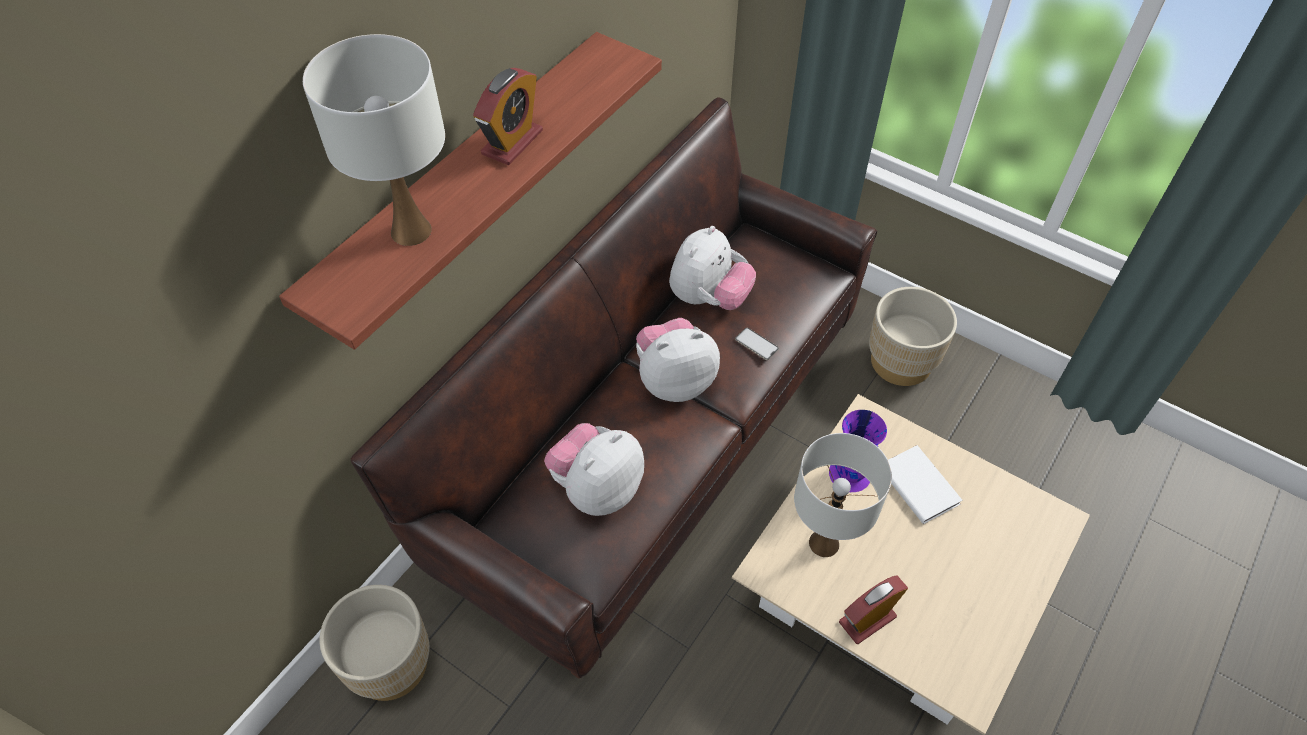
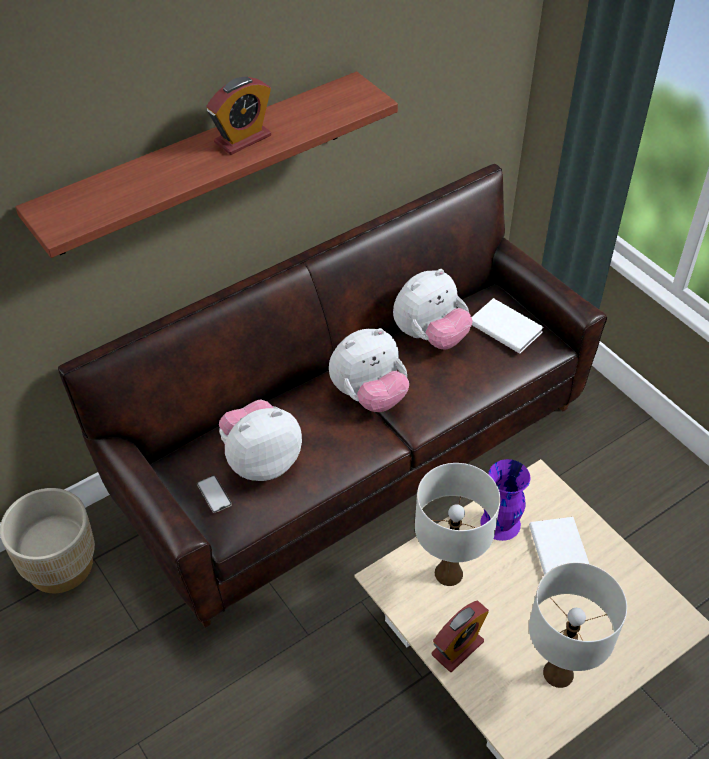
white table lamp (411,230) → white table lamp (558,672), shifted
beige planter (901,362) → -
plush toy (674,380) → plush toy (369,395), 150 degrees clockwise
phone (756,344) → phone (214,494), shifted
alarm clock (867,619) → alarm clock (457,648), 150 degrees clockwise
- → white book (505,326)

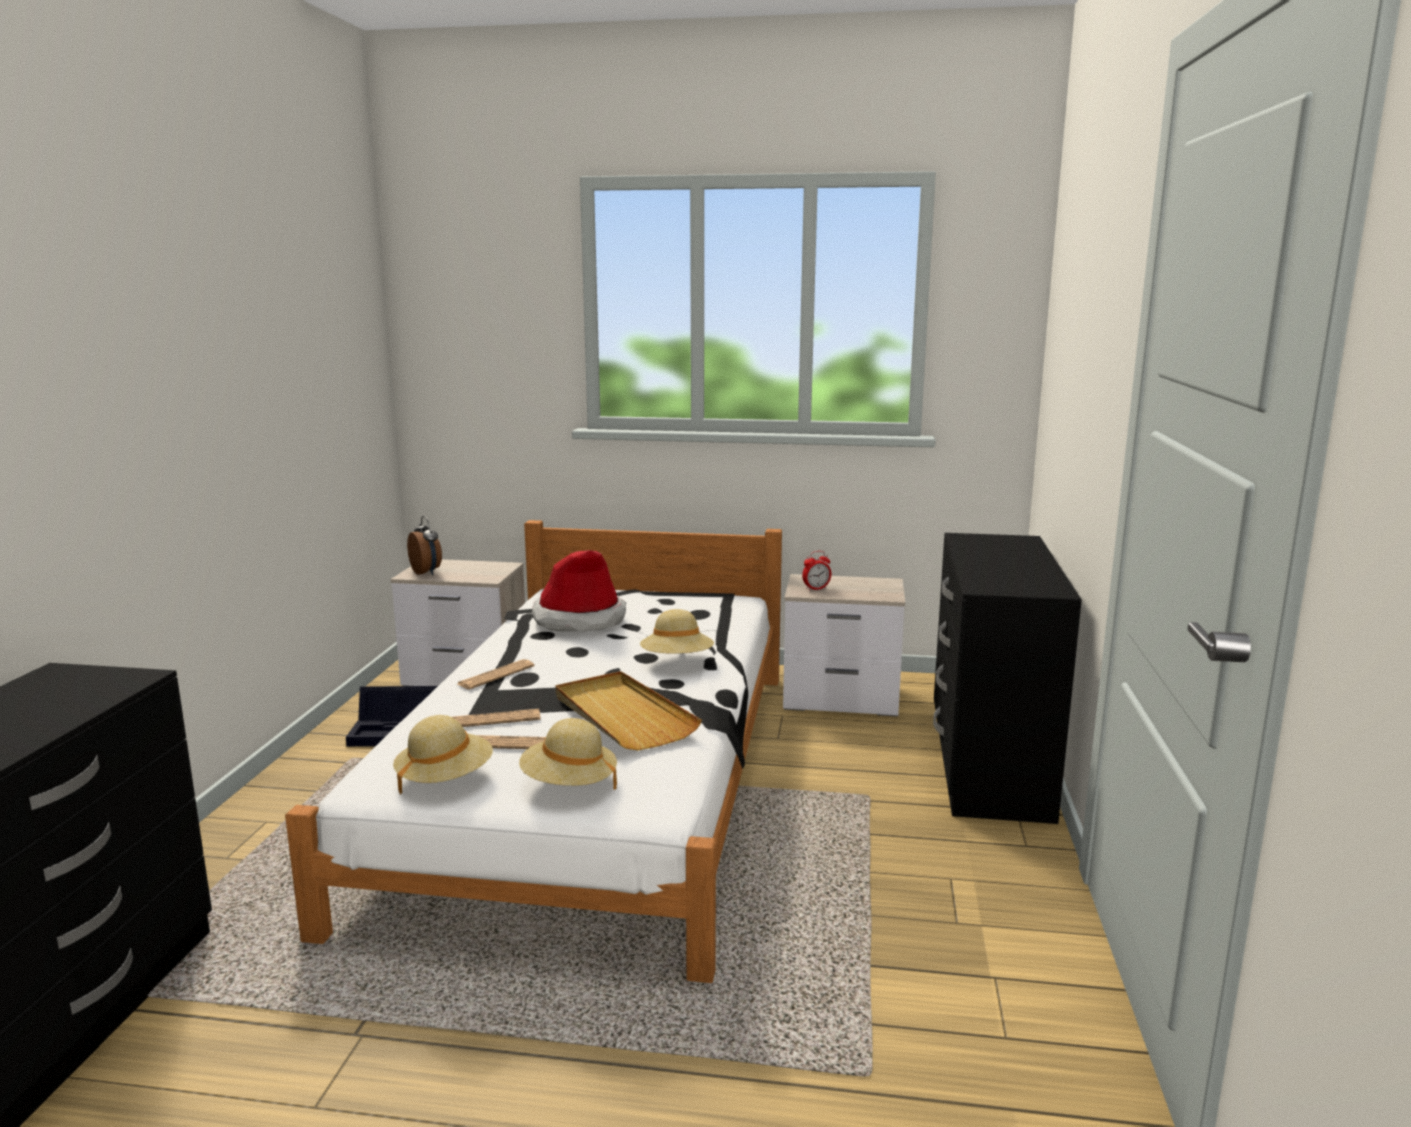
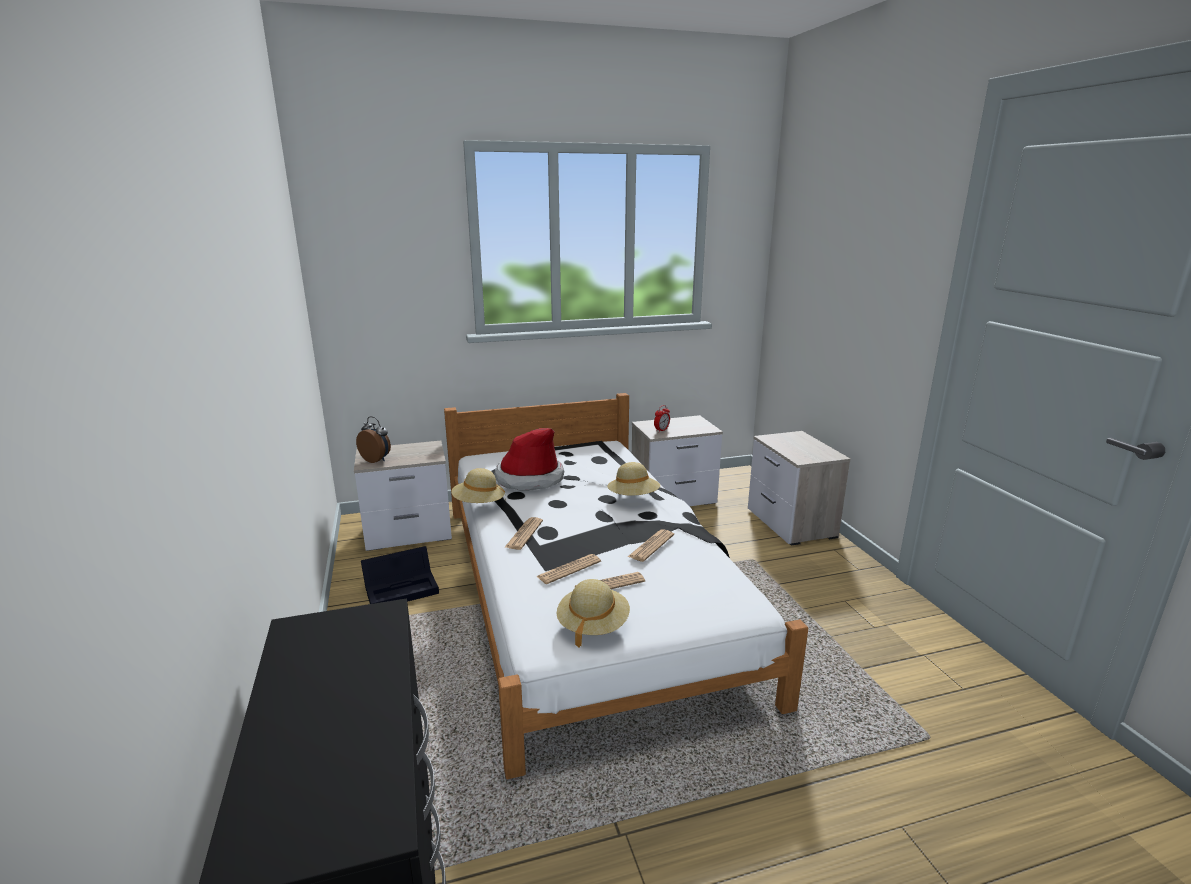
black dresser (986,765) → nightstand (791,524)
beige tray (622,715) → newspaper (651,546)
beige hat (569,784) → beige hat (479,504), shifted

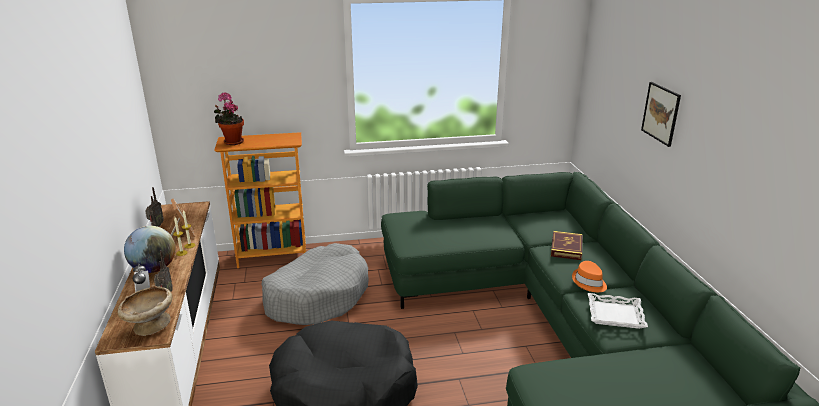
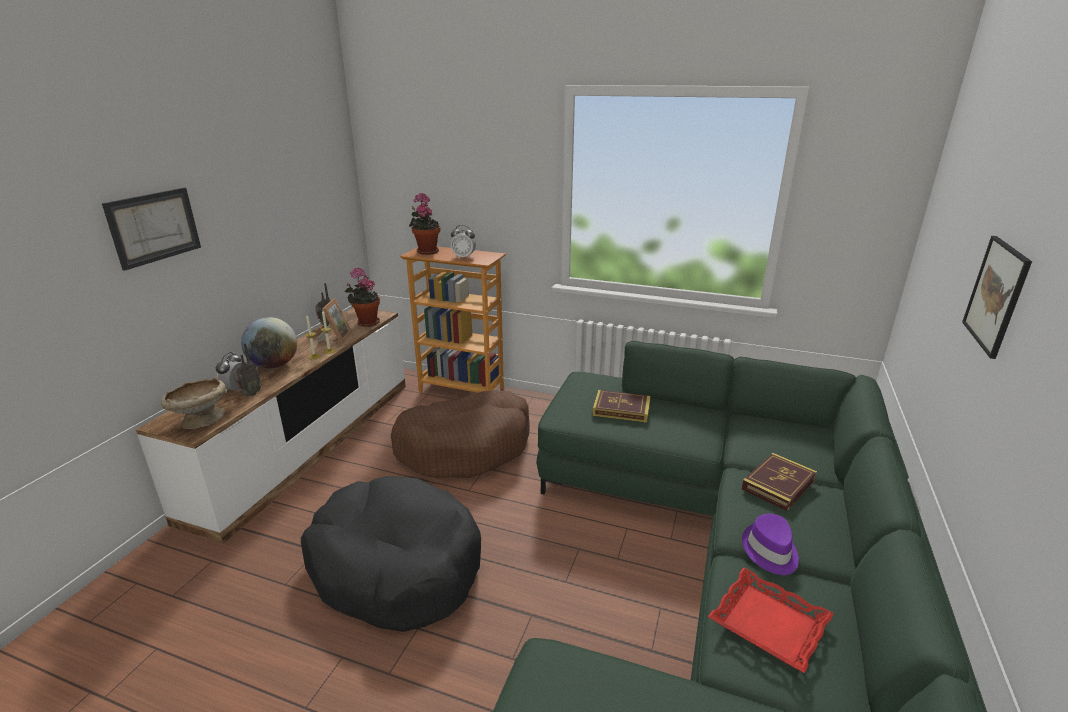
grey dog bed (317,296) → brown dog bed (465,447)
orange hat (589,282) → purple hat (769,551)
white tray (615,314) → red tray (769,623)
- → picture (154,227)
- → alarm clock (464,257)
- → potted plant (366,323)
- → book (621,409)

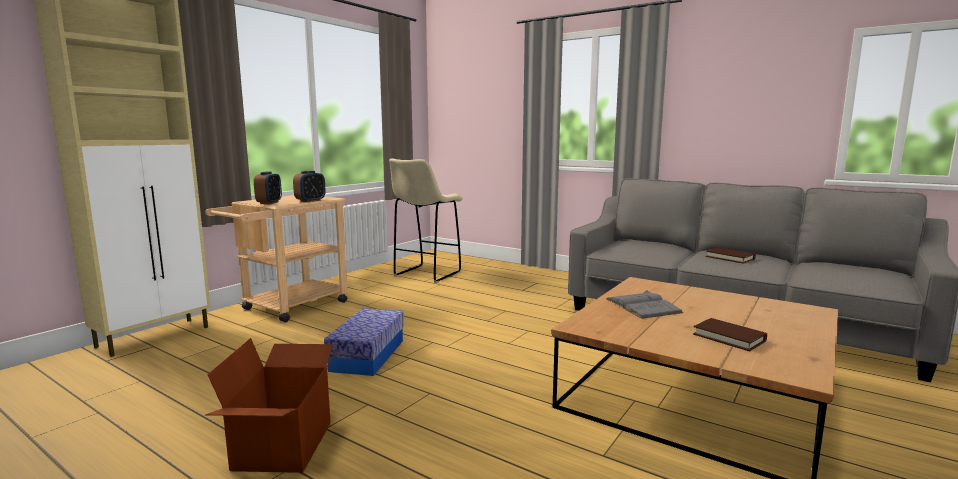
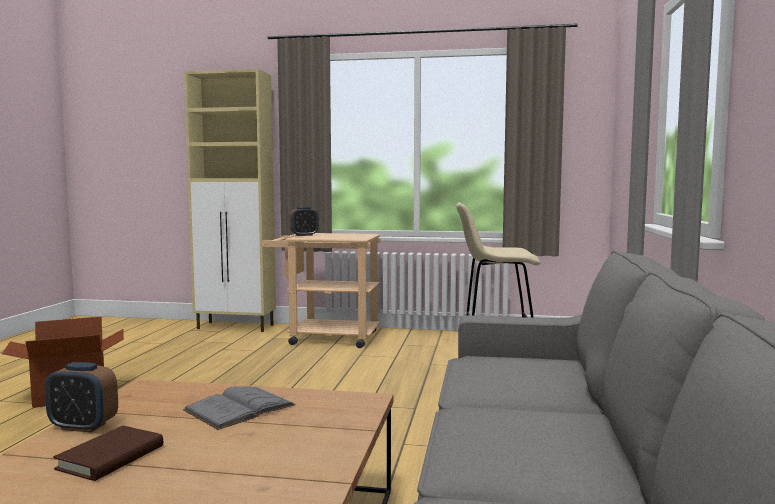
alarm clock (310,201) → alarm clock (83,426), shifted
brown book (730,258) → -
storage box (367,355) → -

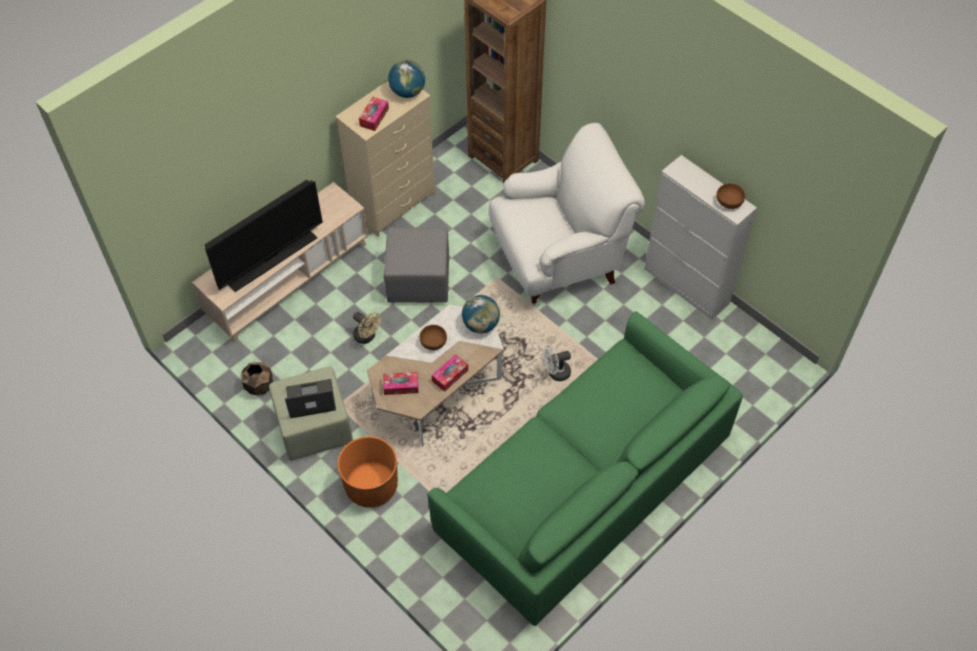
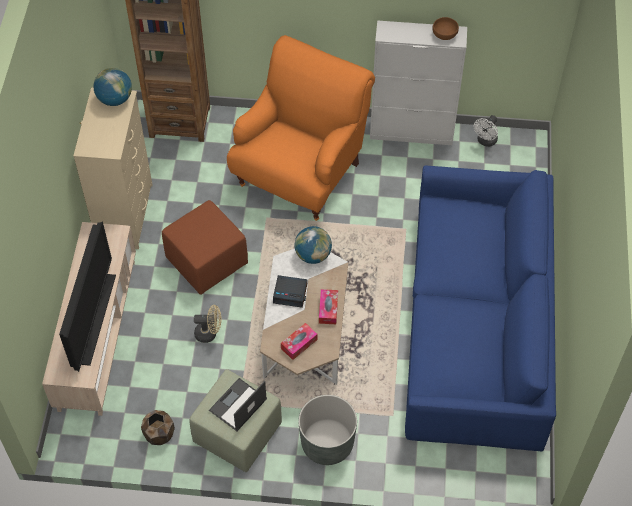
tissue box (374,117) → -
white armchair (558,260) → orange armchair (300,173)
grey ottoman (419,280) → brown ottoman (207,261)
green sofa (583,482) → blue sofa (476,324)
brown bowl (434,342) → alarm clock (290,293)
white fan (555,373) → white fan (485,141), shifted
orange planter (371,486) → grey planter (327,443)

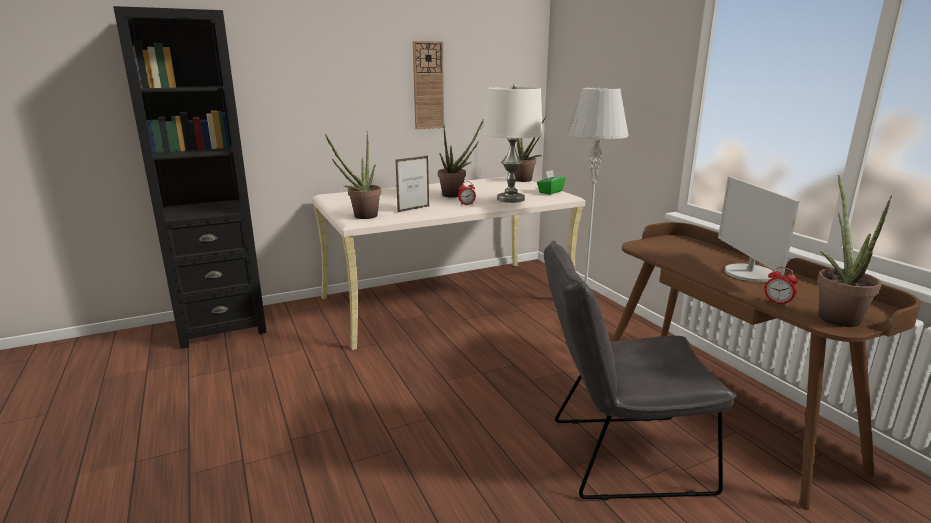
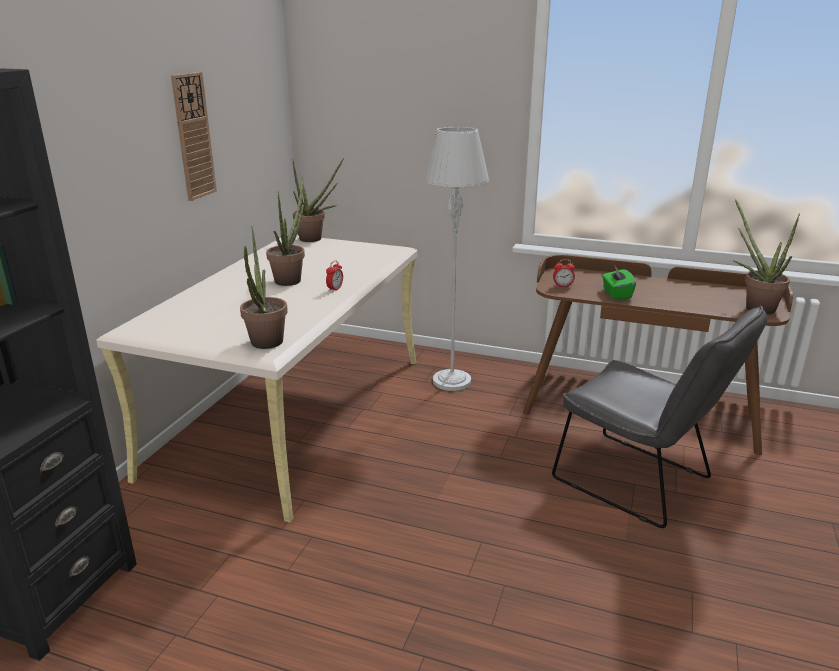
white table lamp (510,199) → -
picture frame (413,209) → -
green tissue box (550,192) → green tissue box (616,294), shifted
monitor (749,273) → -
grey chair (617,455) → grey chair (641,483), 90 degrees counterclockwise
alarm clock (777,302) → alarm clock (562,286), shifted

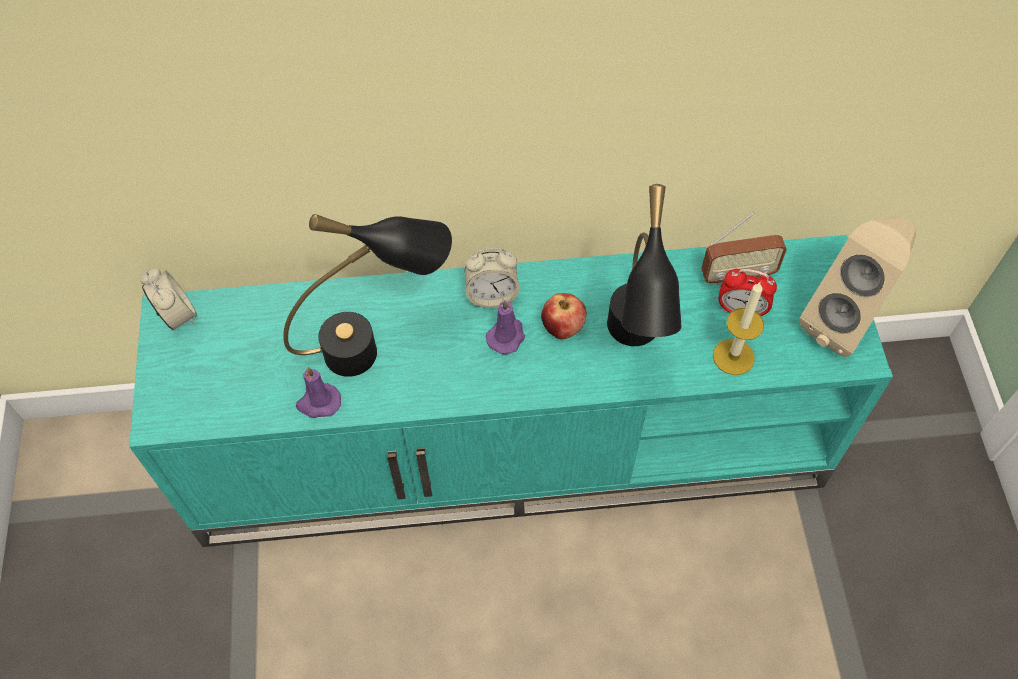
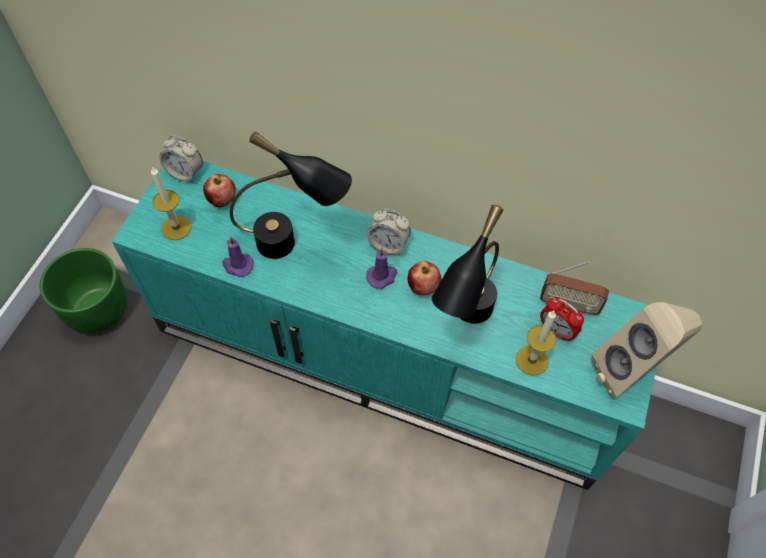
alarm clock (177,315) → alarm clock (185,173), 120 degrees clockwise
- → candle (176,227)
- → apple (222,200)
- → green planter (99,310)

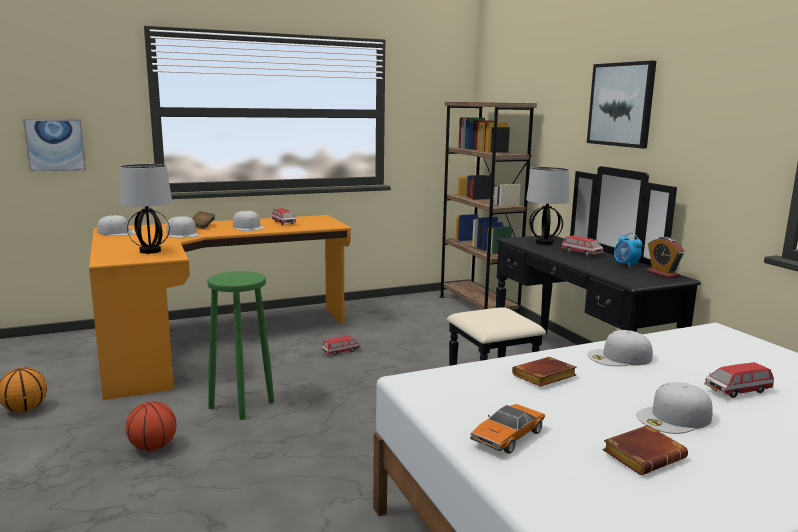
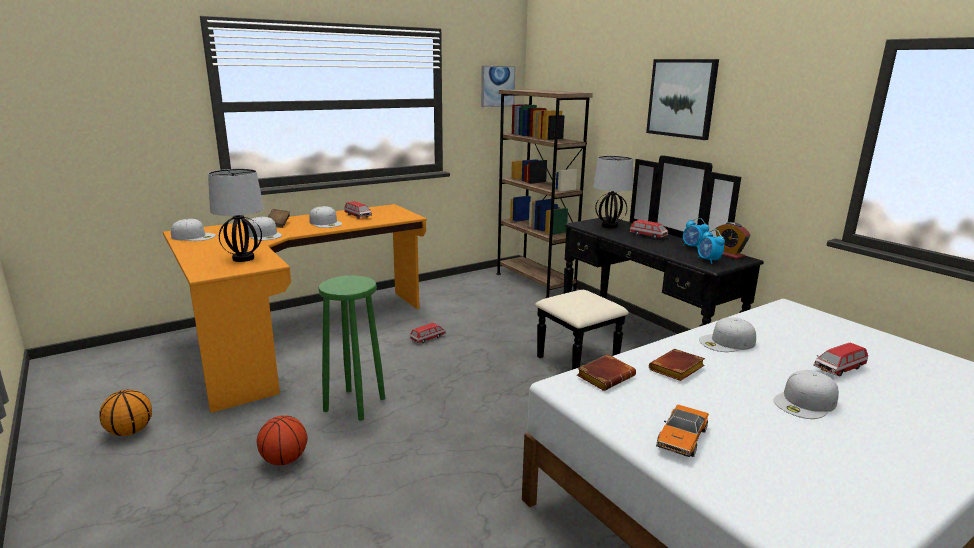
picture (55,145) → picture (497,86), shifted
brown book (643,455) → brown book (605,376), shifted
- → alarm clock (708,260)

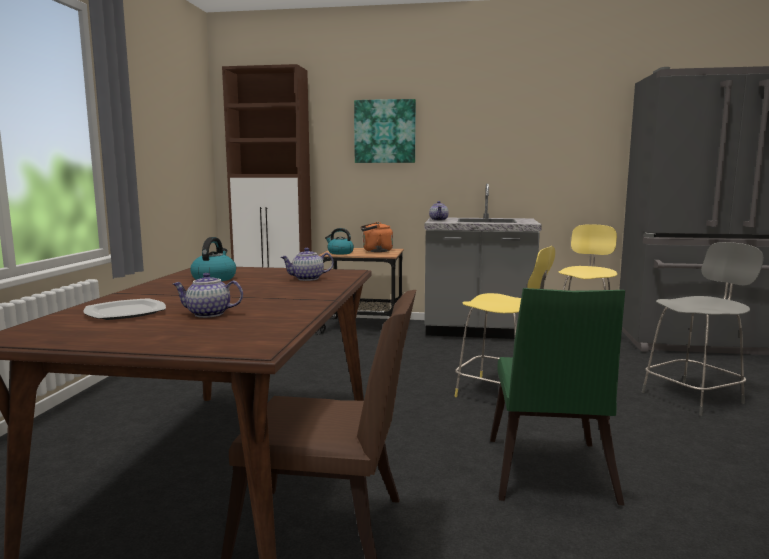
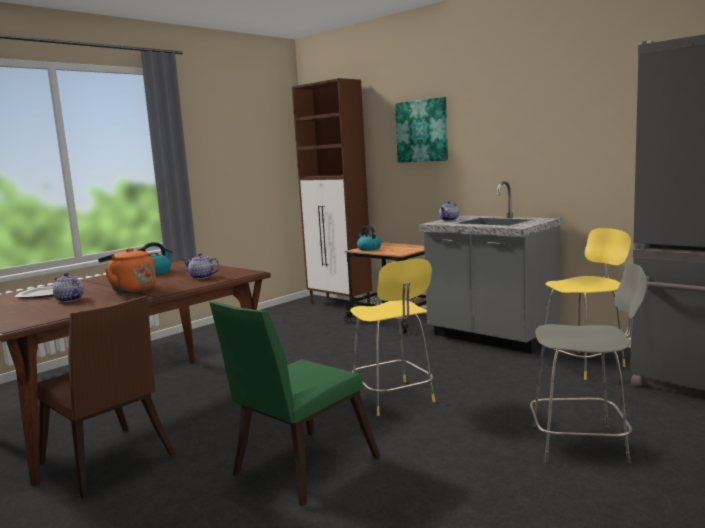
orange kettle (375,251) → orange kettle (131,290), shifted

